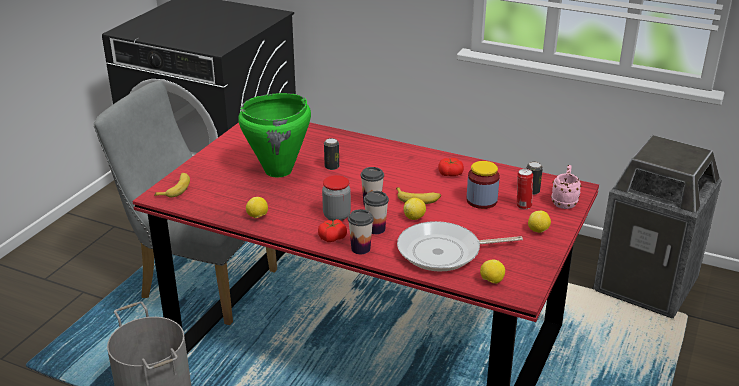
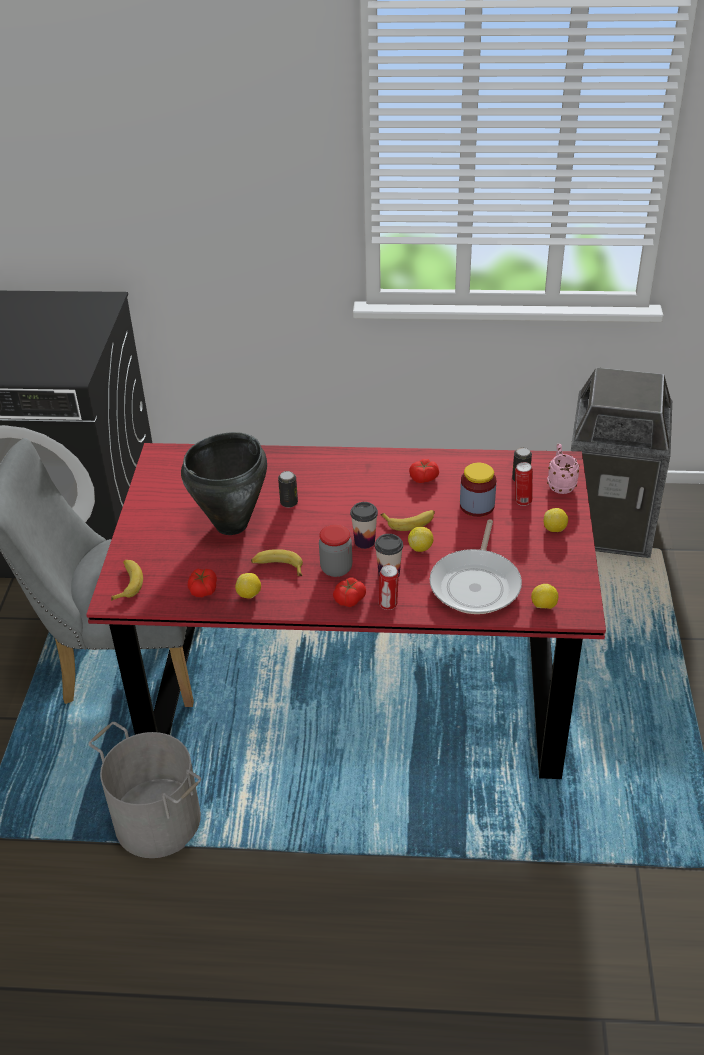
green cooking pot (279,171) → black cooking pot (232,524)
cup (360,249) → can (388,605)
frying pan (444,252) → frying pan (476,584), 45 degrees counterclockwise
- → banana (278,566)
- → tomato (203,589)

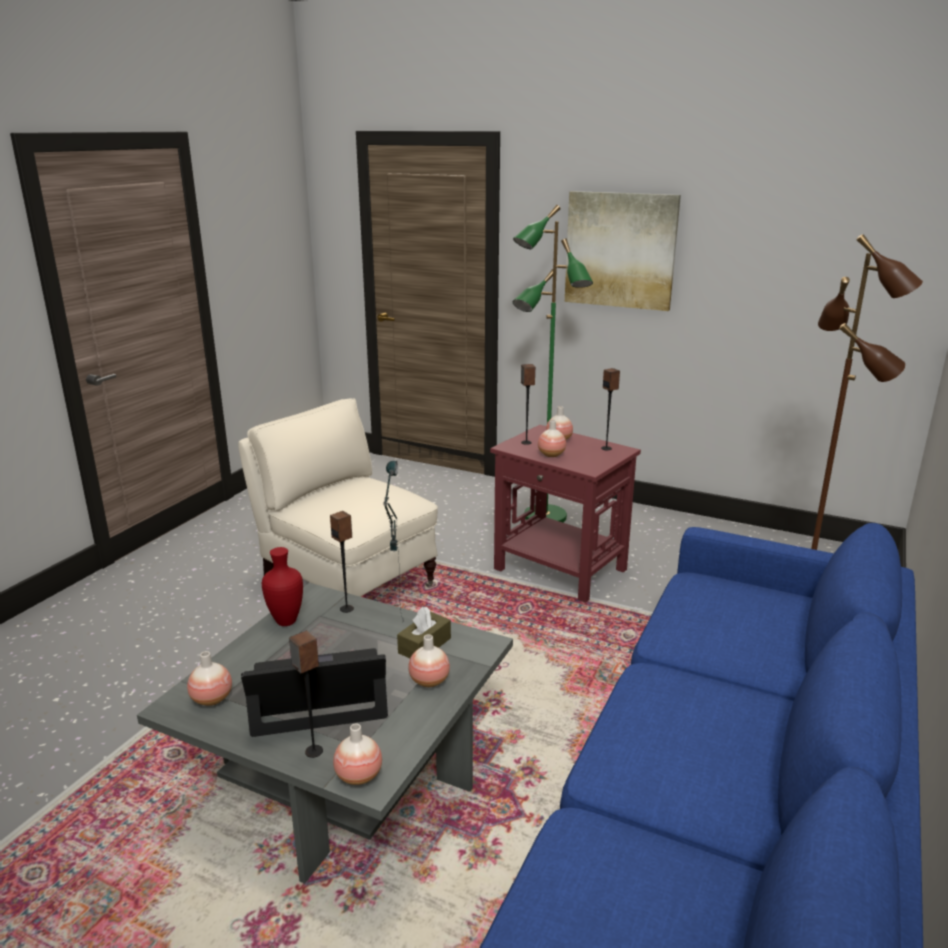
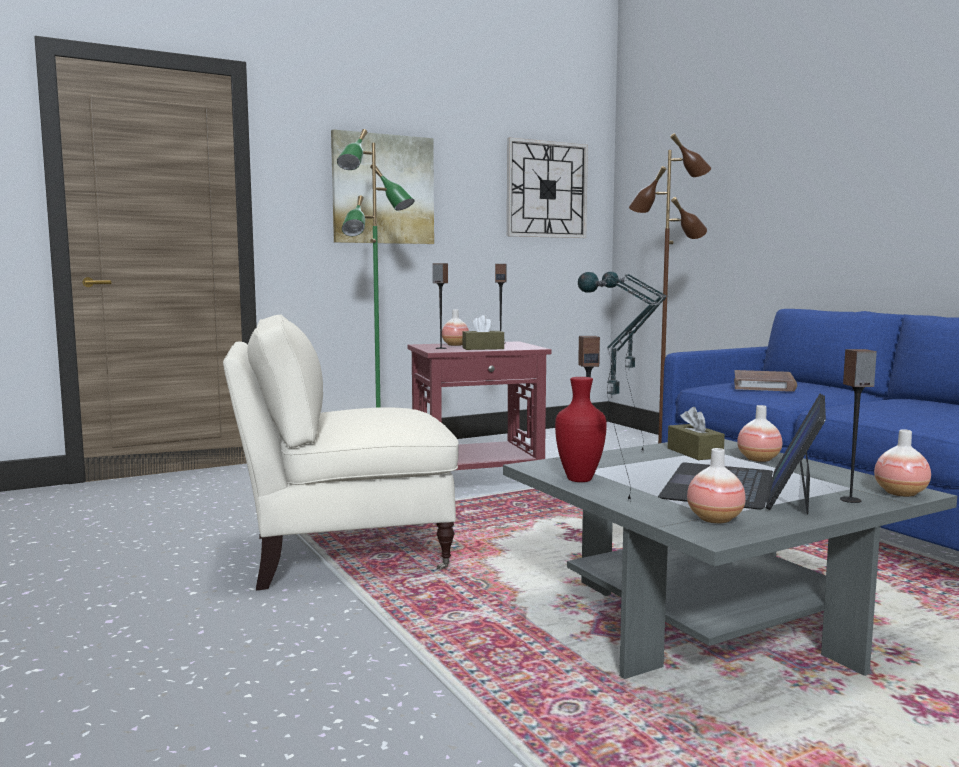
vase (551,455) → brown tissue box (483,348)
- → wall clock (546,189)
- → table lamp (613,501)
- → brown book (764,385)

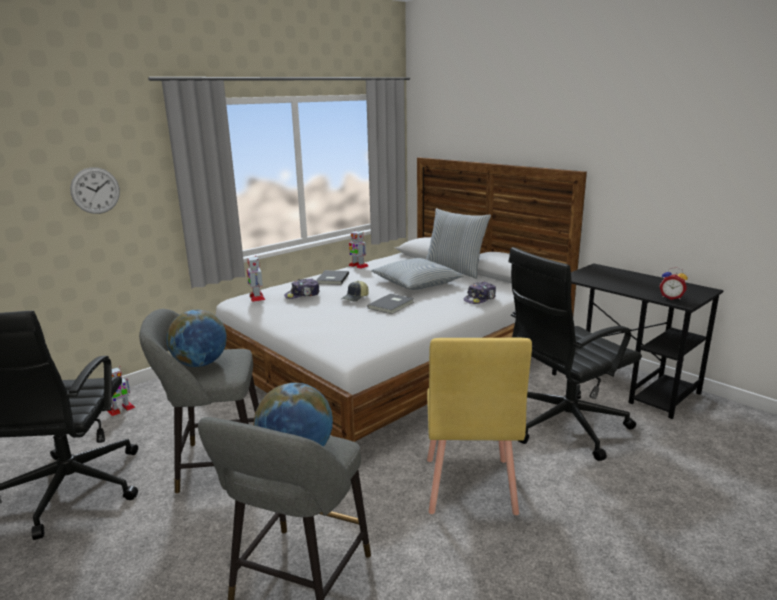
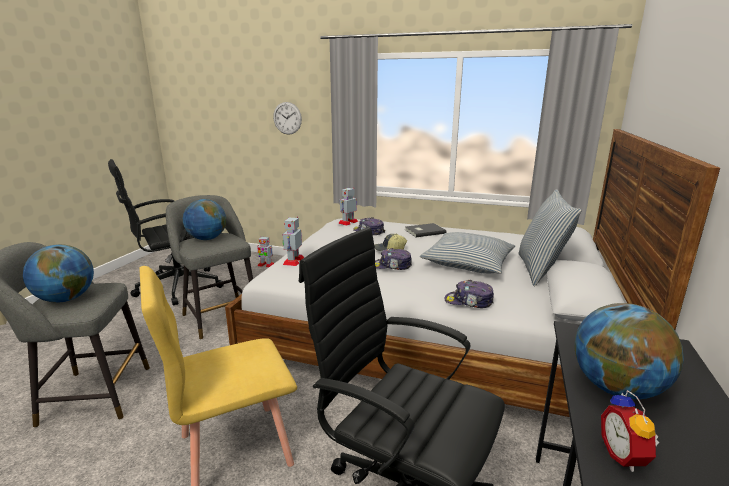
toy robot (358,266) → toy robot (293,261), shifted
grey book (392,305) → cap (392,266)
- → globe (616,388)

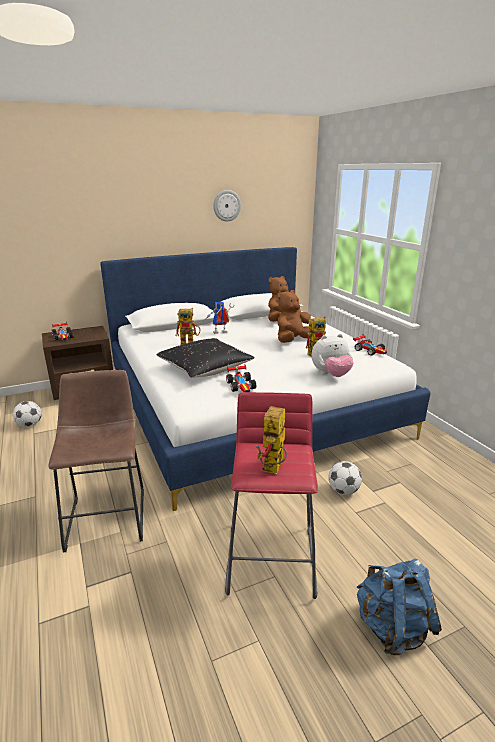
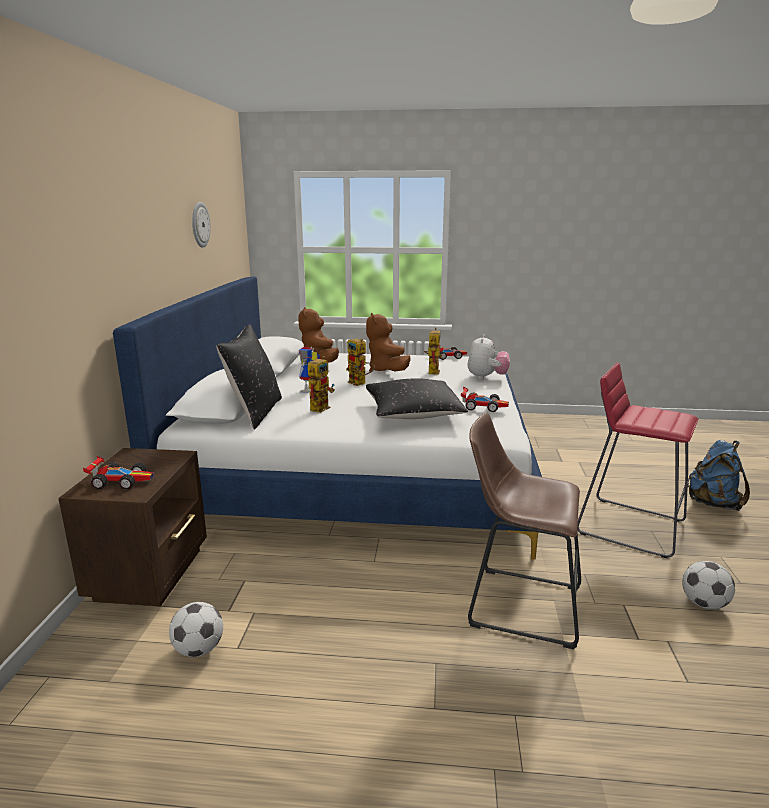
toy robot (273,470) → toy robot (360,383), shifted
football (343,491) → football (704,604), shifted
- → black pillow (255,412)

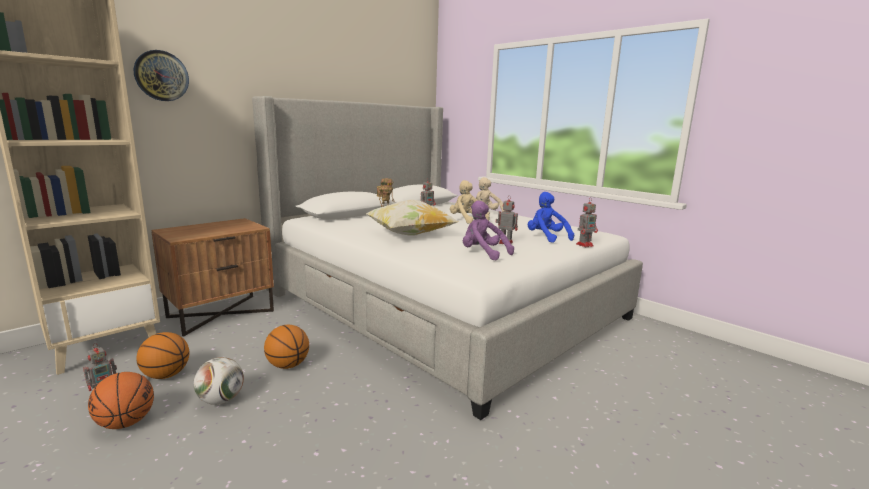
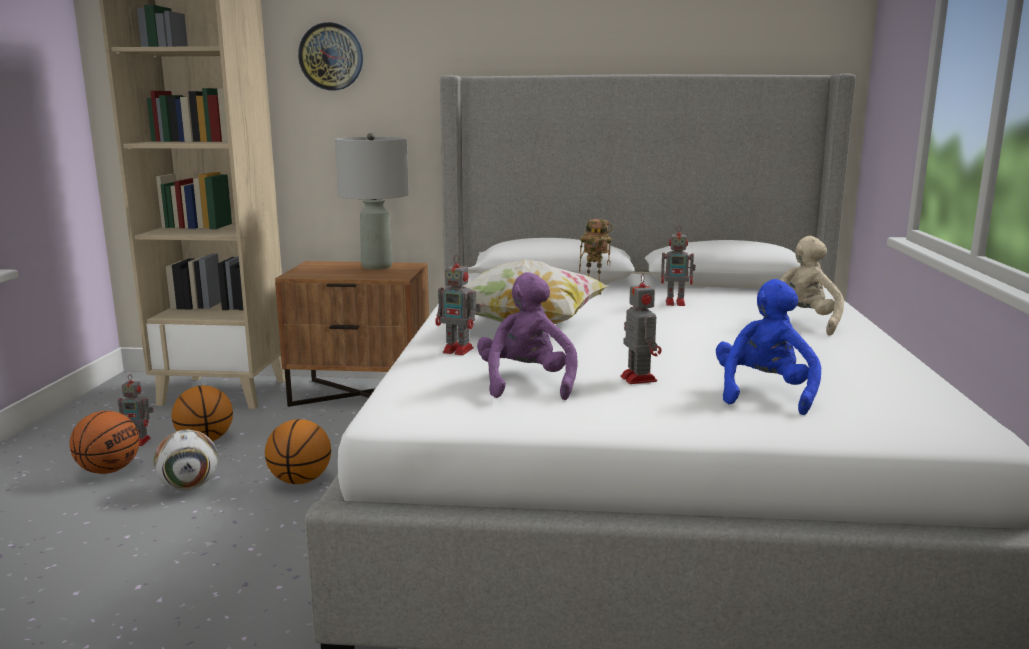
beige plush toy (467,220) → -
toy robot (585,245) → toy robot (459,350), shifted
- → grey table lamp (376,266)

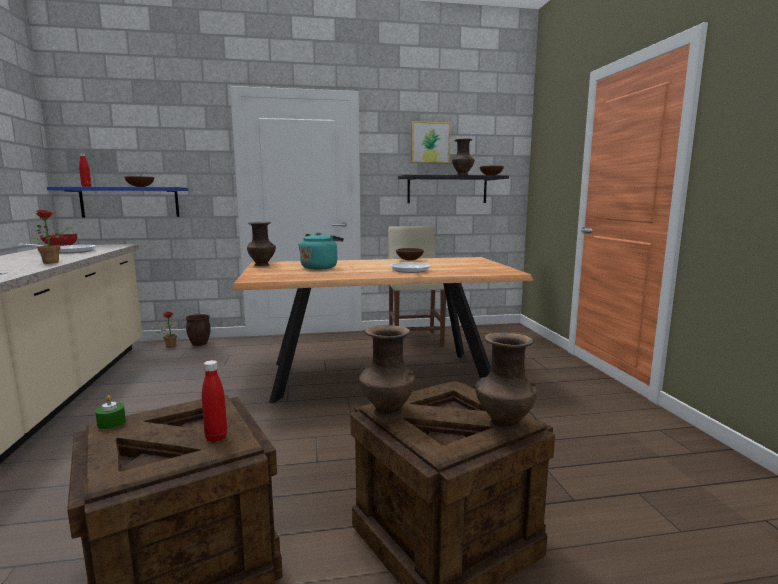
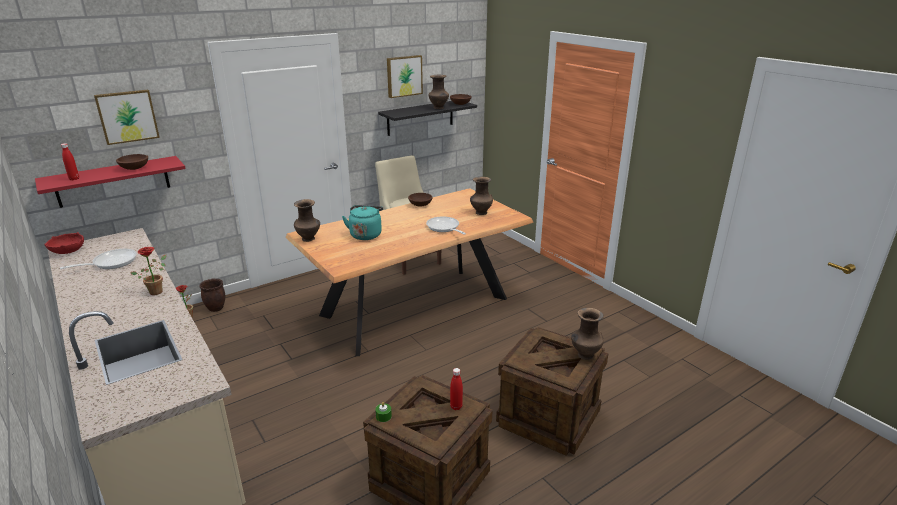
blue shelf (130,202) → red shelf (113,181)
brown vase (386,412) → brown vase (480,213), shifted
- → picture (127,116)

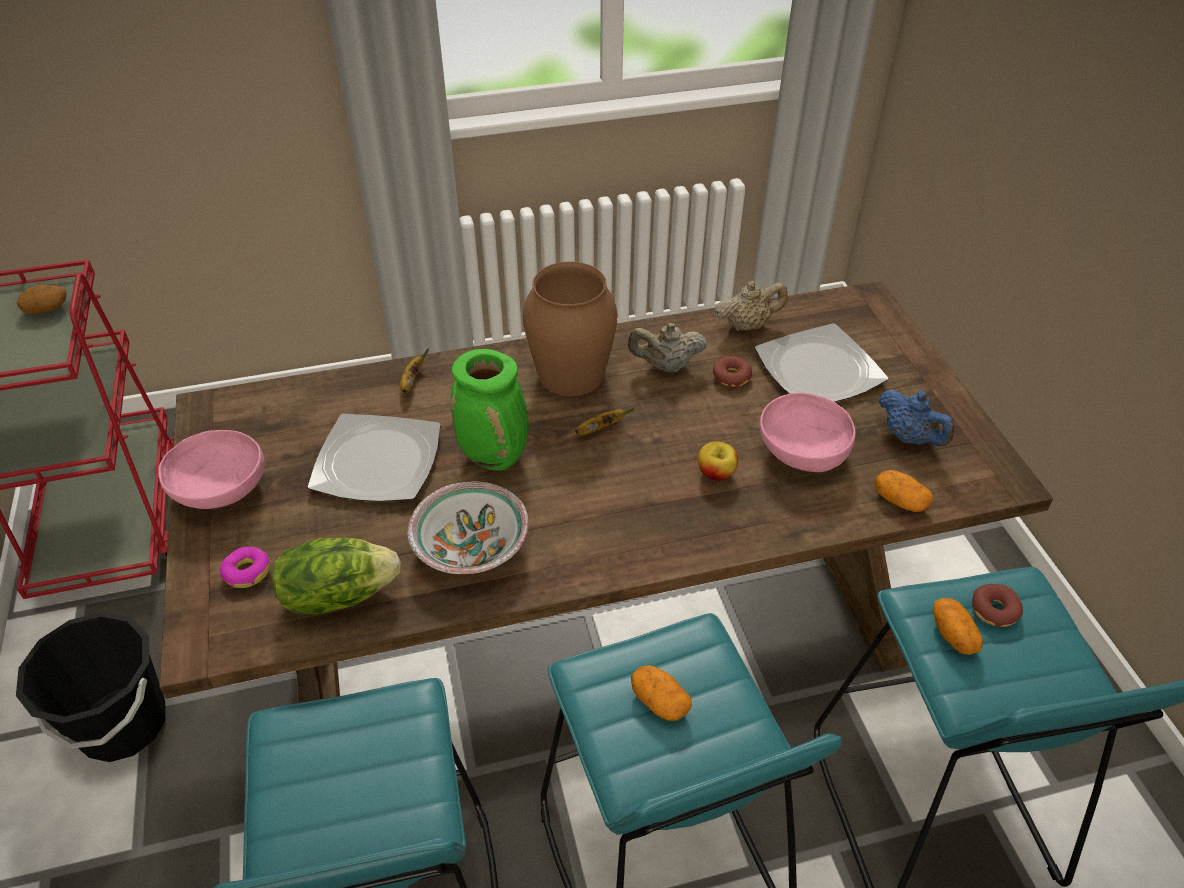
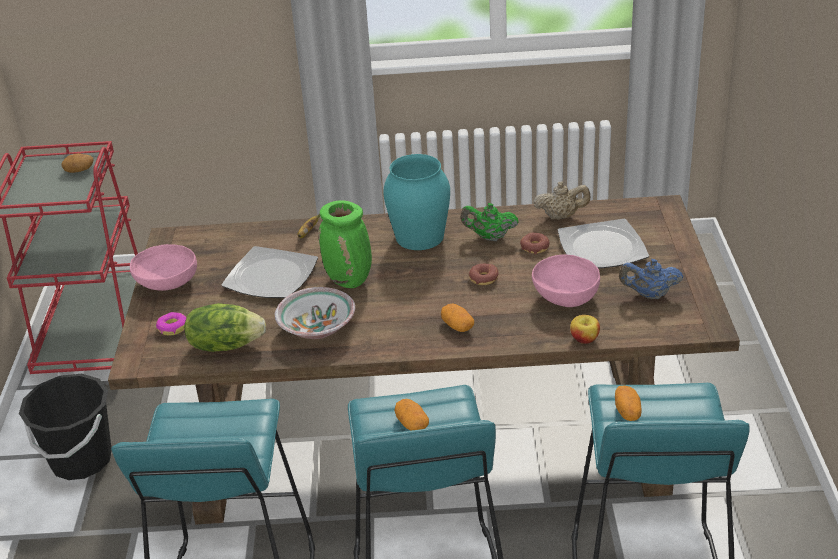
brown vase (570,374) → turquoise vase (419,237)
beige teapot (666,366) → green teapot (489,237)
blue teapot (909,438) → blue teapot (649,295), 120 degrees clockwise
banana (601,428) → -
apple (716,473) → apple (584,339), shifted
potato (899,501) → potato (457,326), shifted
donut (994,610) → donut (483,279), shifted

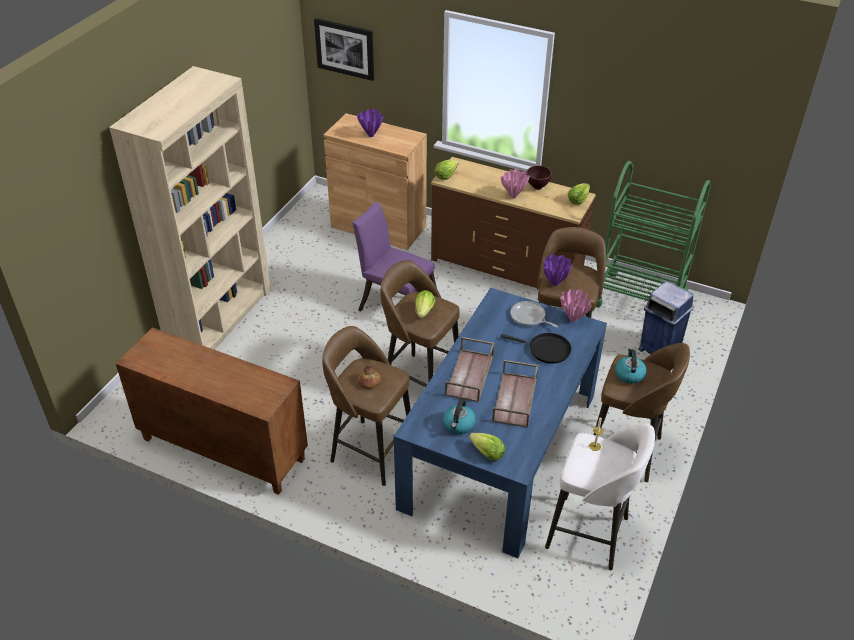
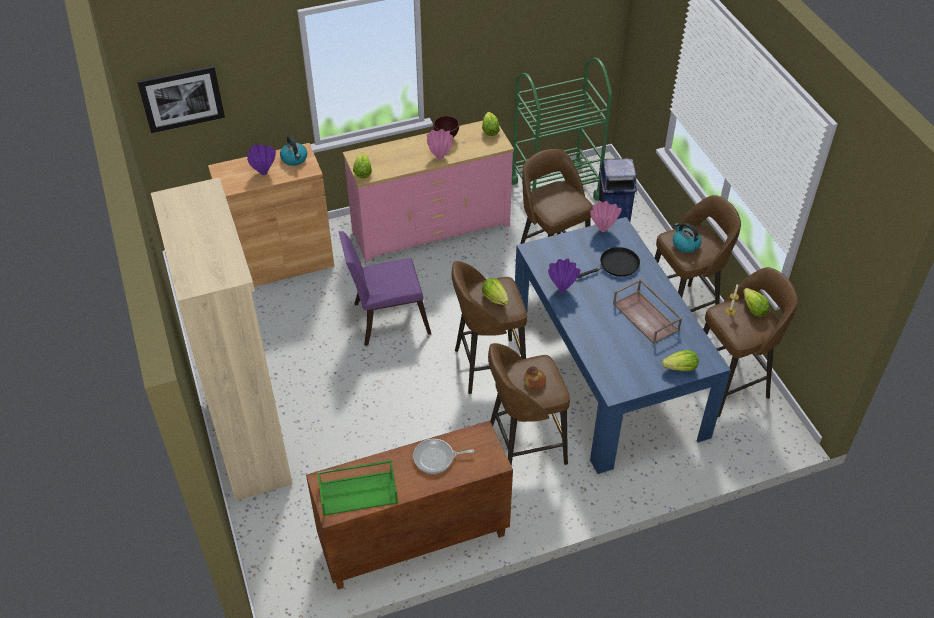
brown dresser (506,266) → pink dresser (430,227)
purple vase (555,283) → purple vase (562,289), shifted
frying pan (529,317) → frying pan (436,458), shifted
brown tray (470,376) → -
kettle (459,425) → kettle (294,159), shifted
white stool (590,534) → brown stool (730,385)
- → lettuce (753,309)
- → green tray (359,492)

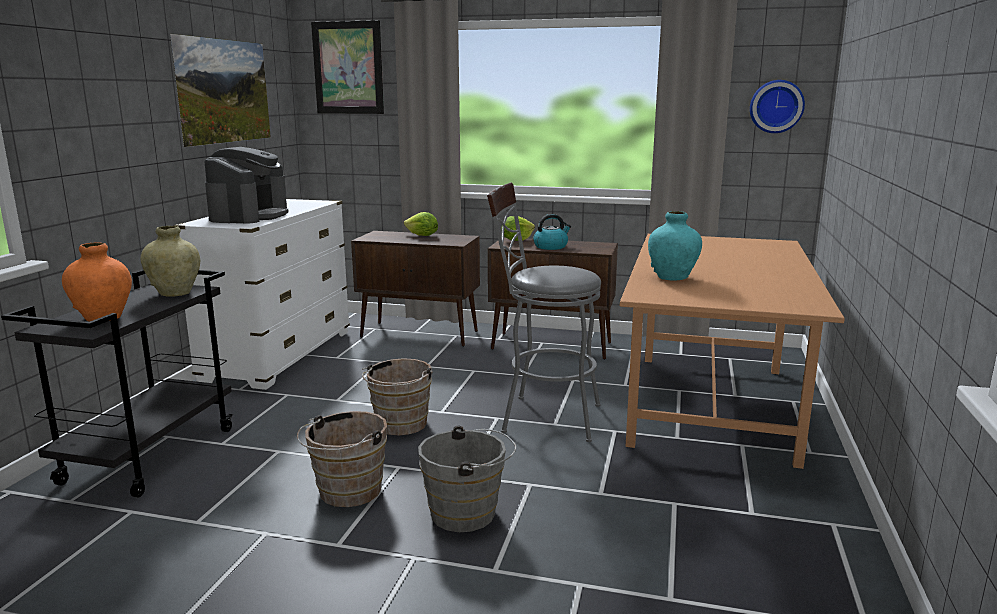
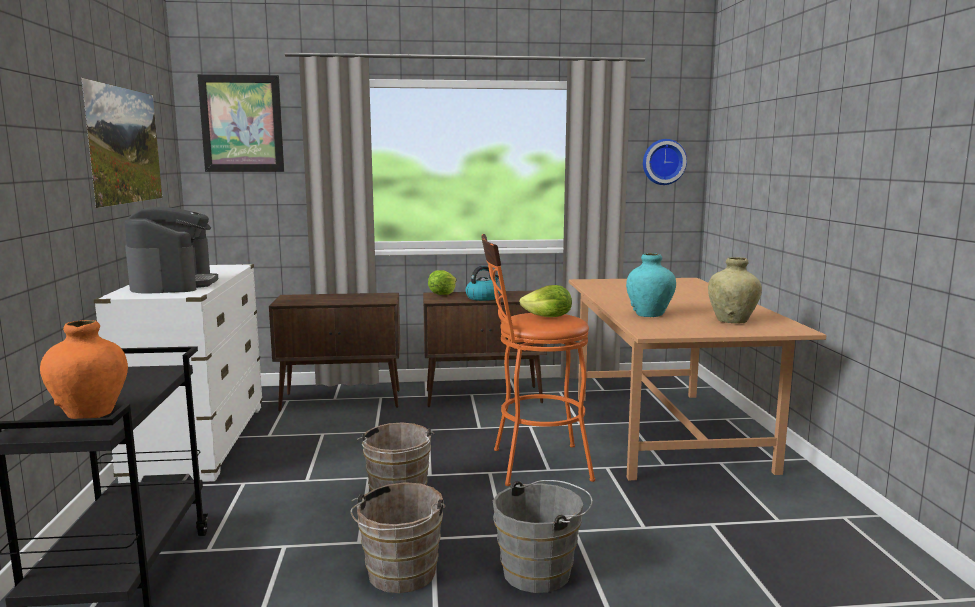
grey stool (542,417) → orange stool (531,465)
lettuce (422,236) → lettuce (548,317), shifted
beige vase (175,293) → beige vase (732,321), shifted

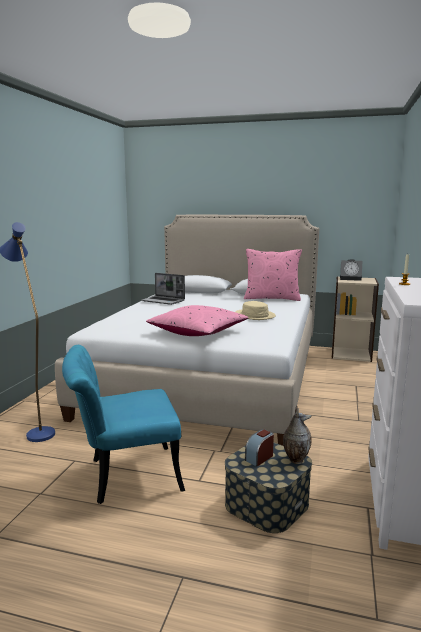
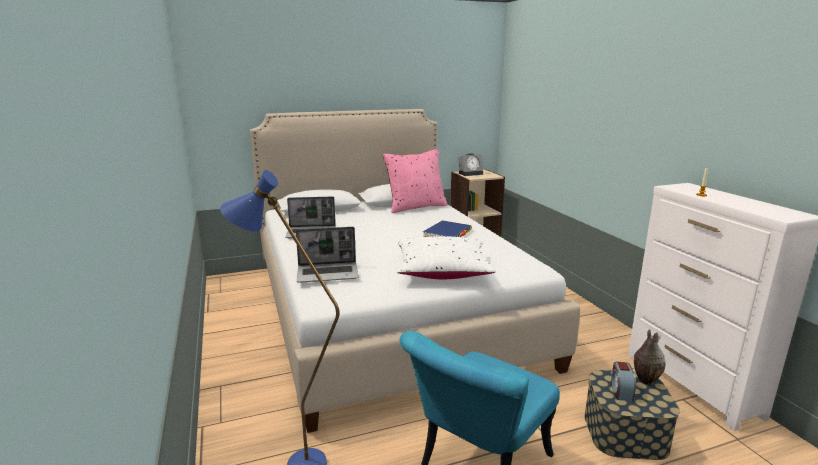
beige hat (255,315) → blue book (447,234)
pink pillow (198,332) → white pillow (442,270)
- → laptop (328,273)

